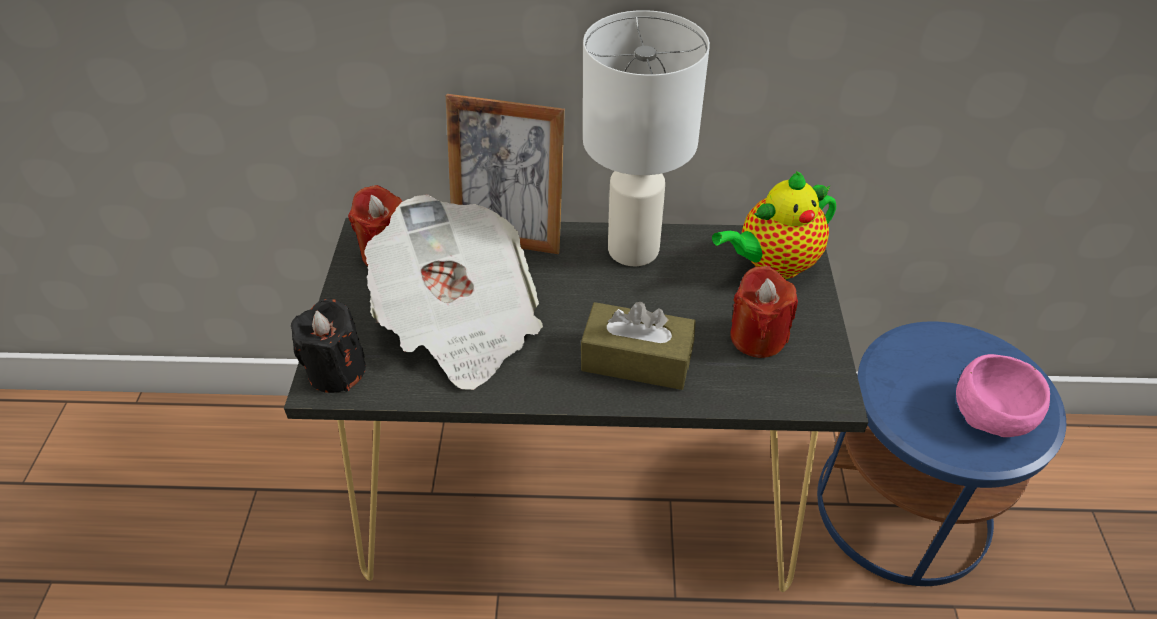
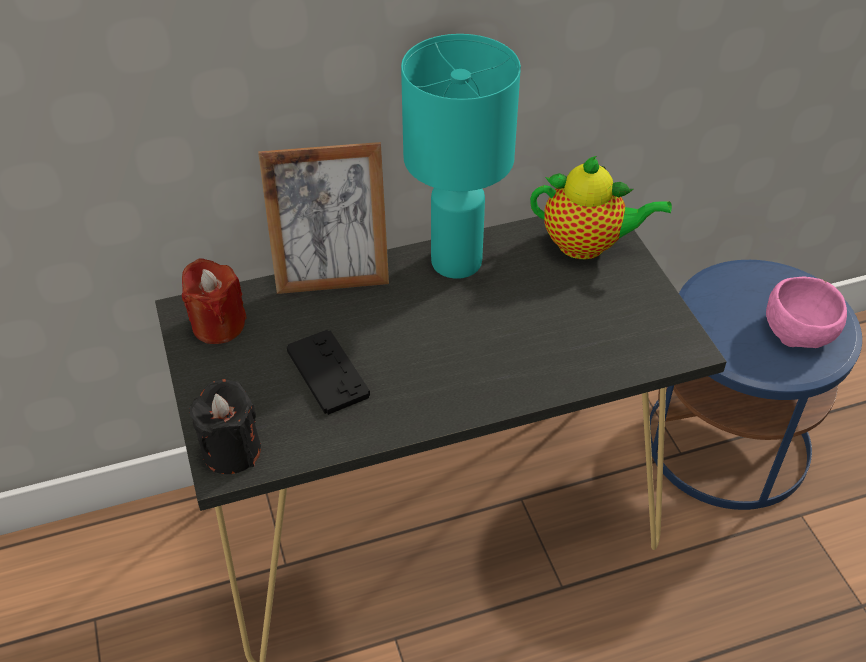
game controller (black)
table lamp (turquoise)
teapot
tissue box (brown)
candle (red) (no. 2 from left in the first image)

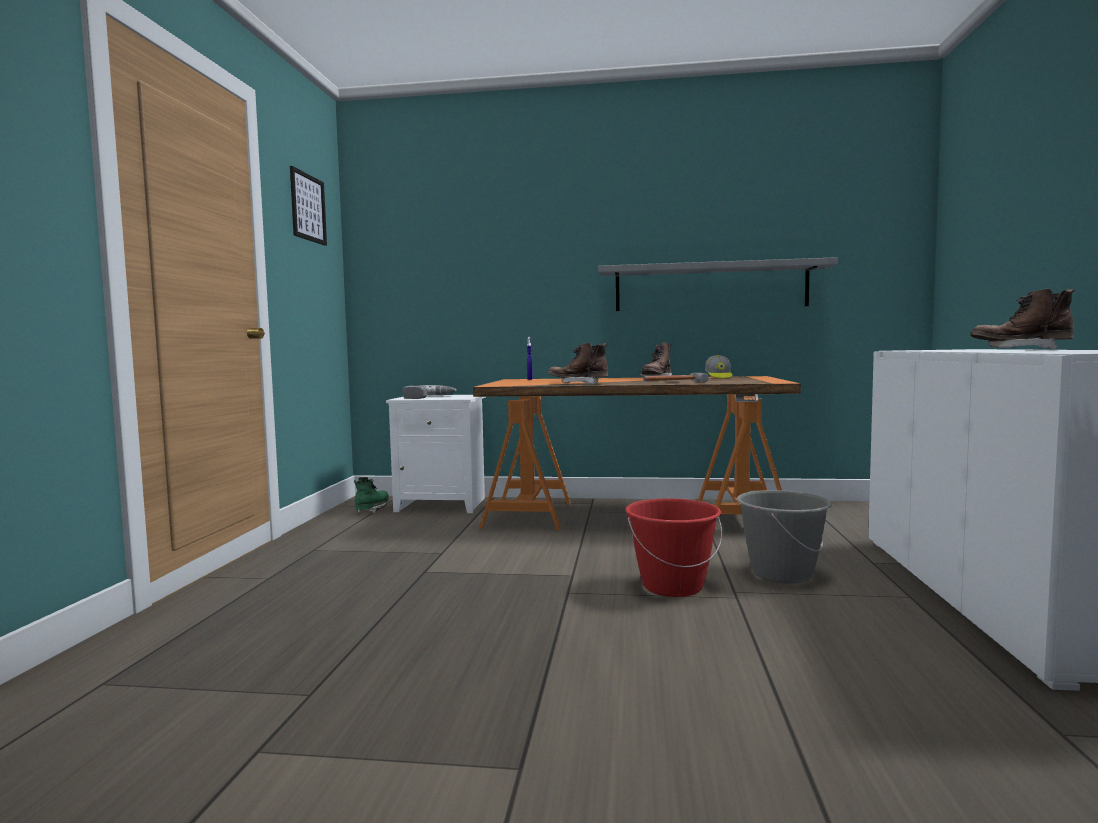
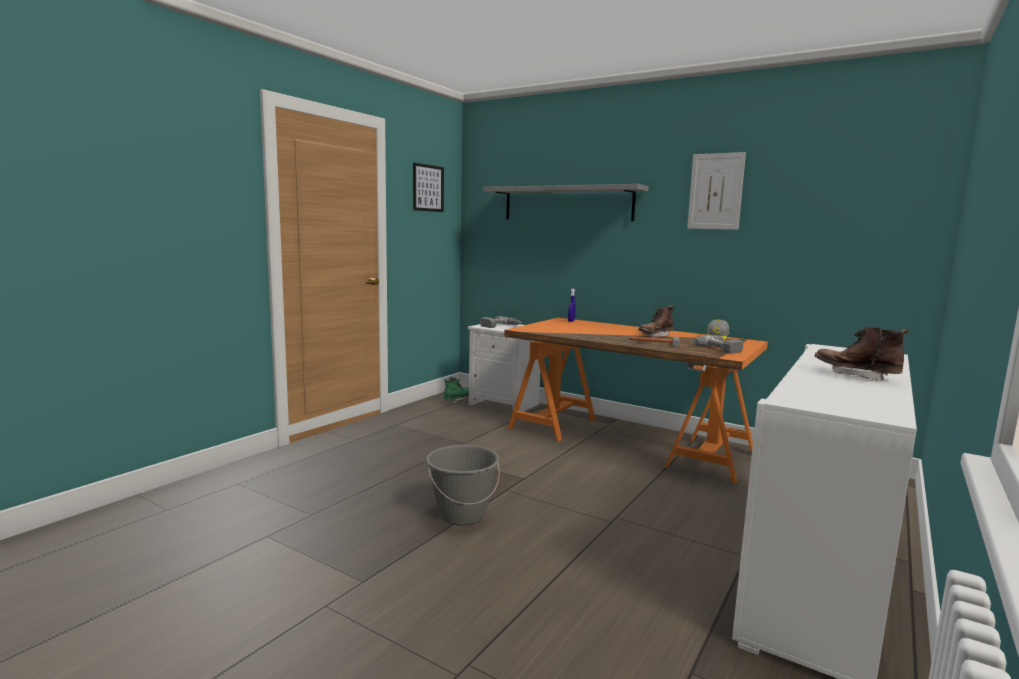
bucket (grey)
shelf (grey)
picture (no. 2 from left)
power drill (no. 2 from left)
boot (brown) (no. 1 from left in the first image)
bucket (red)

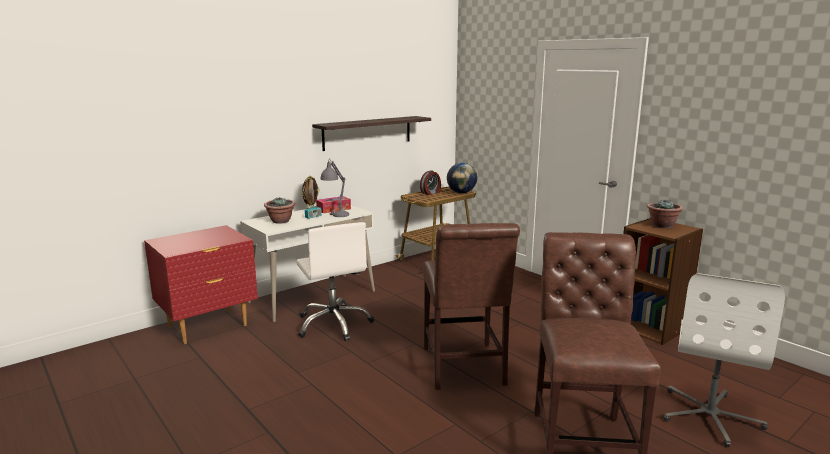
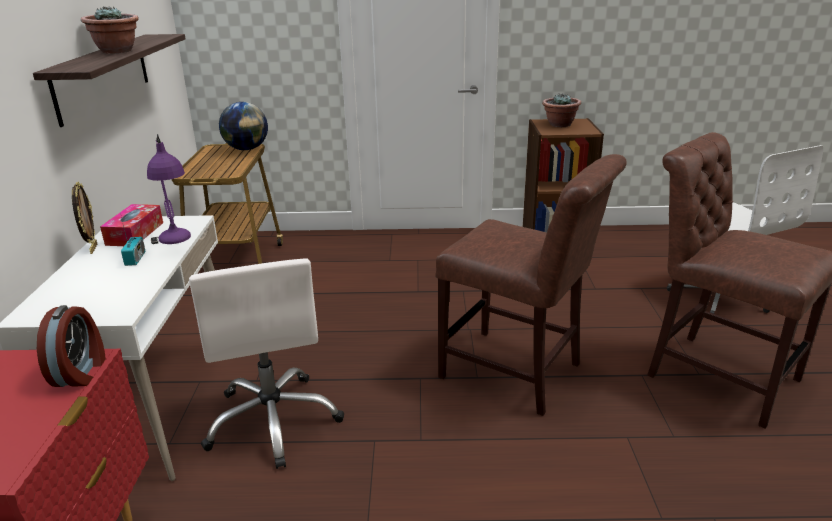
alarm clock
potted plant (no. 1 from left)
table lamp (purple)
office chair (white) (no. 1 from left)

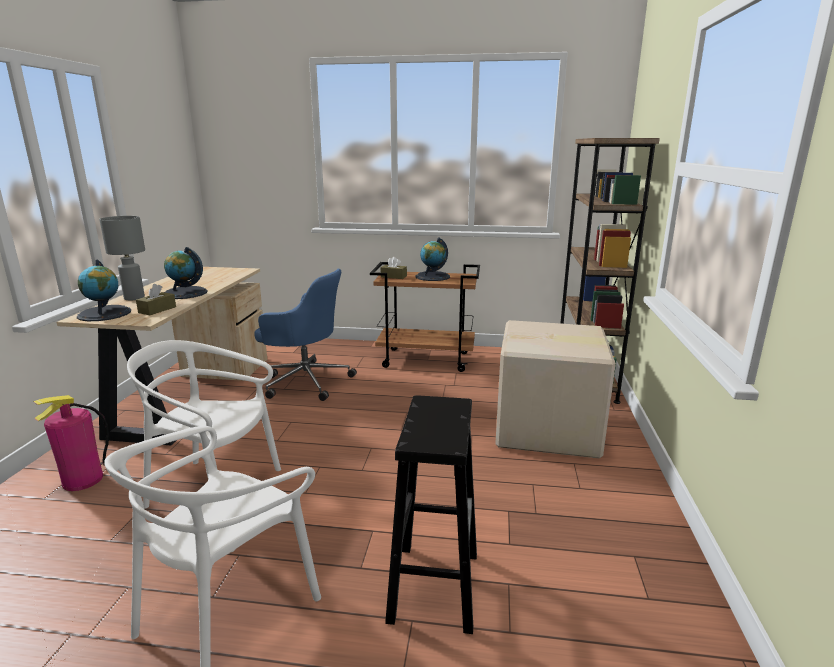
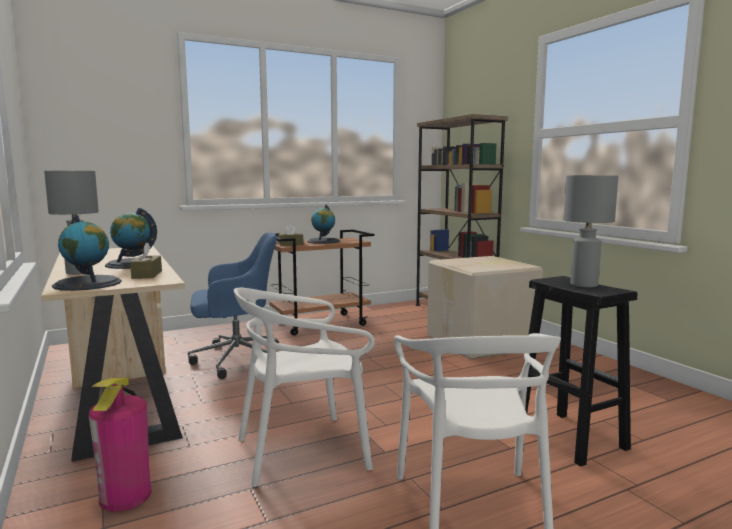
table lamp (grey) (no. 2 from left)

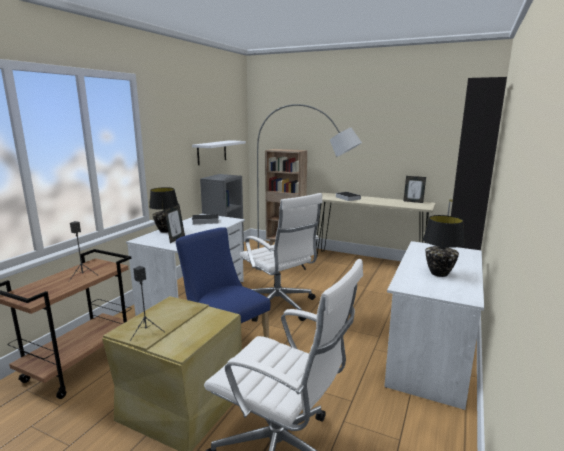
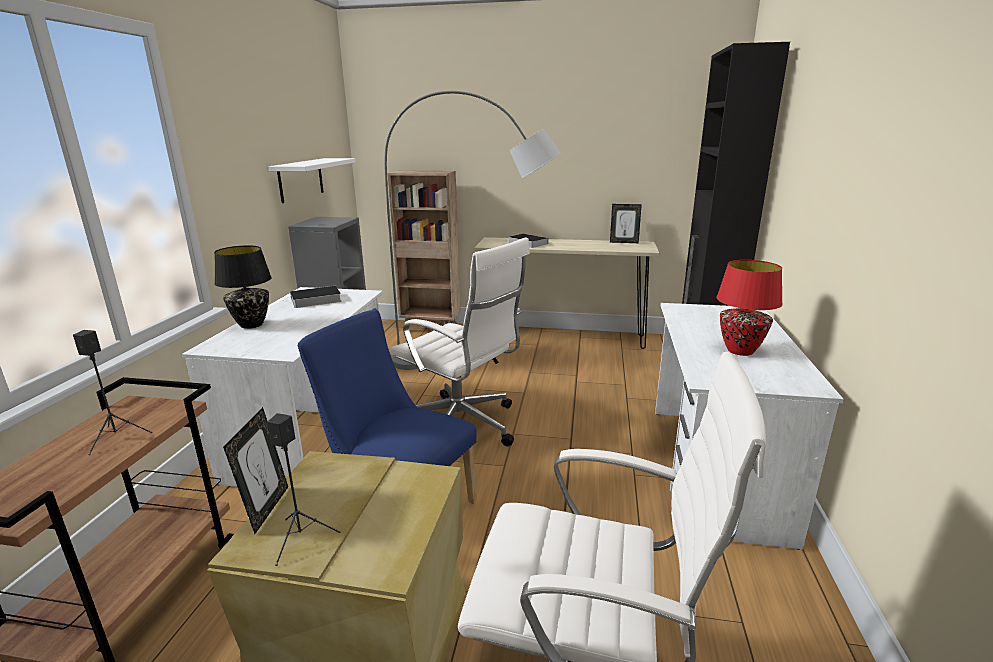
picture frame (no. 1 from left)
table lamp (red)

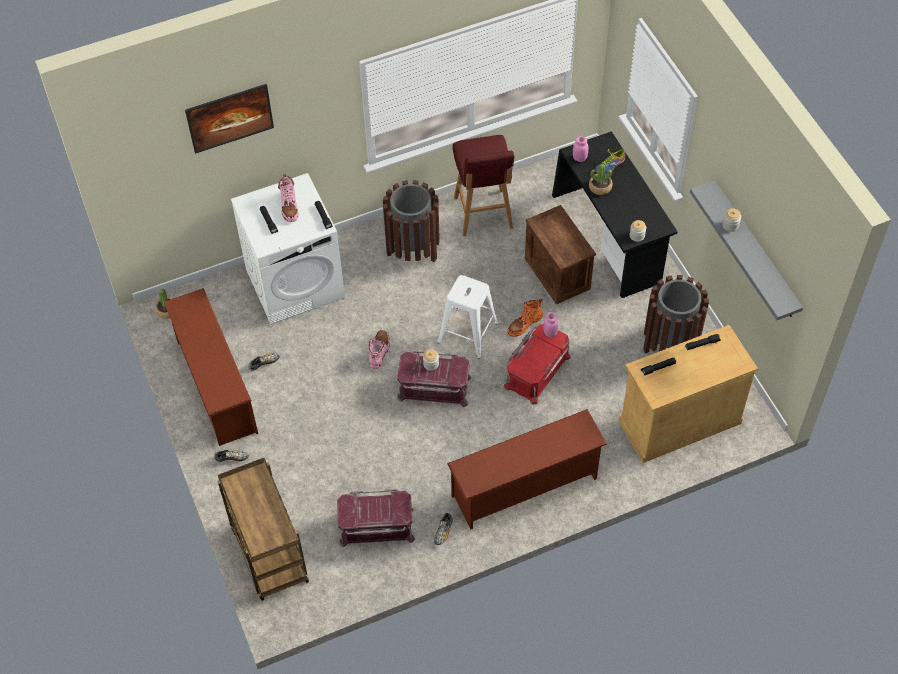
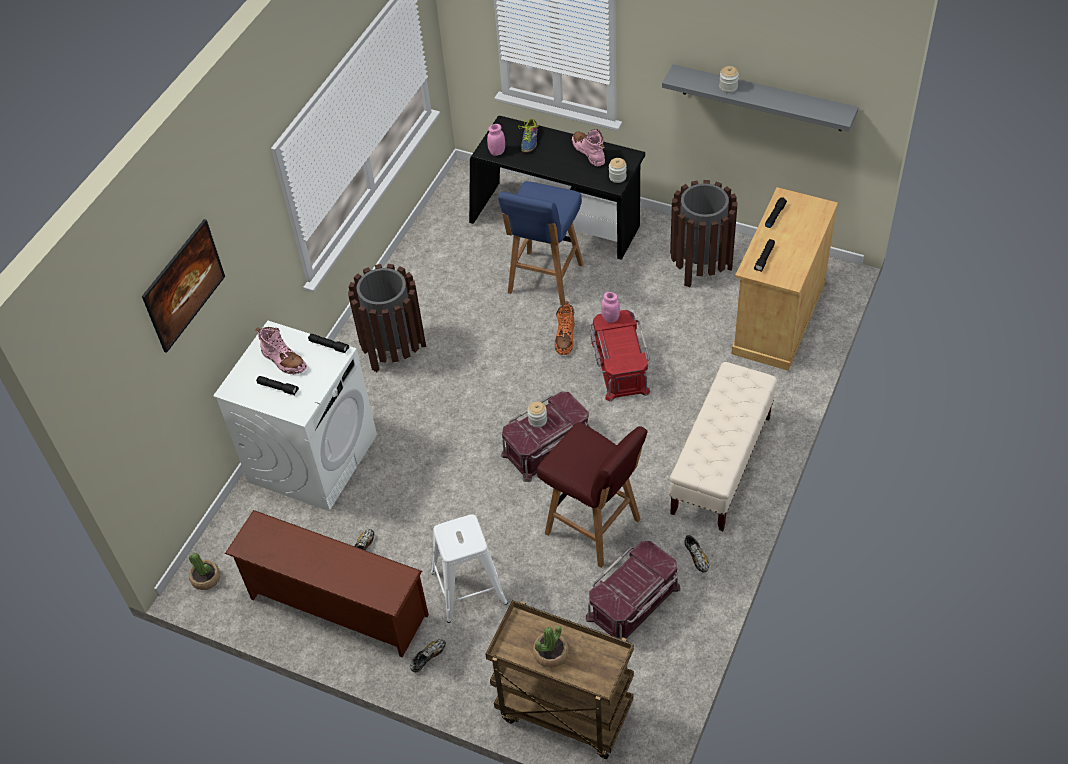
stool (white)
stool (blue)
potted plant (no. 2 from left)
stool (red)
boot (pink) (no. 2 from left)
bench (beige)

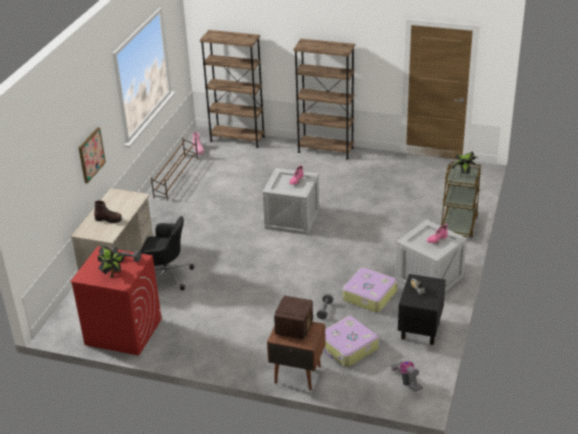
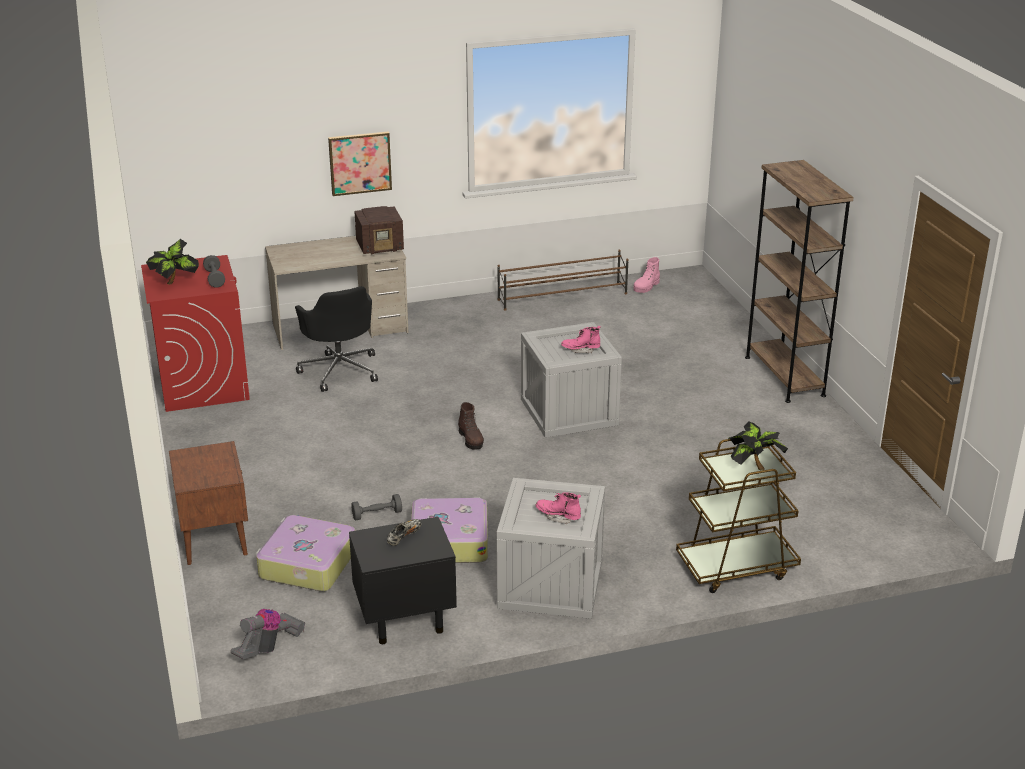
radio
boot (brown)
bookcase (brown) (no. 1 from left in the first image)

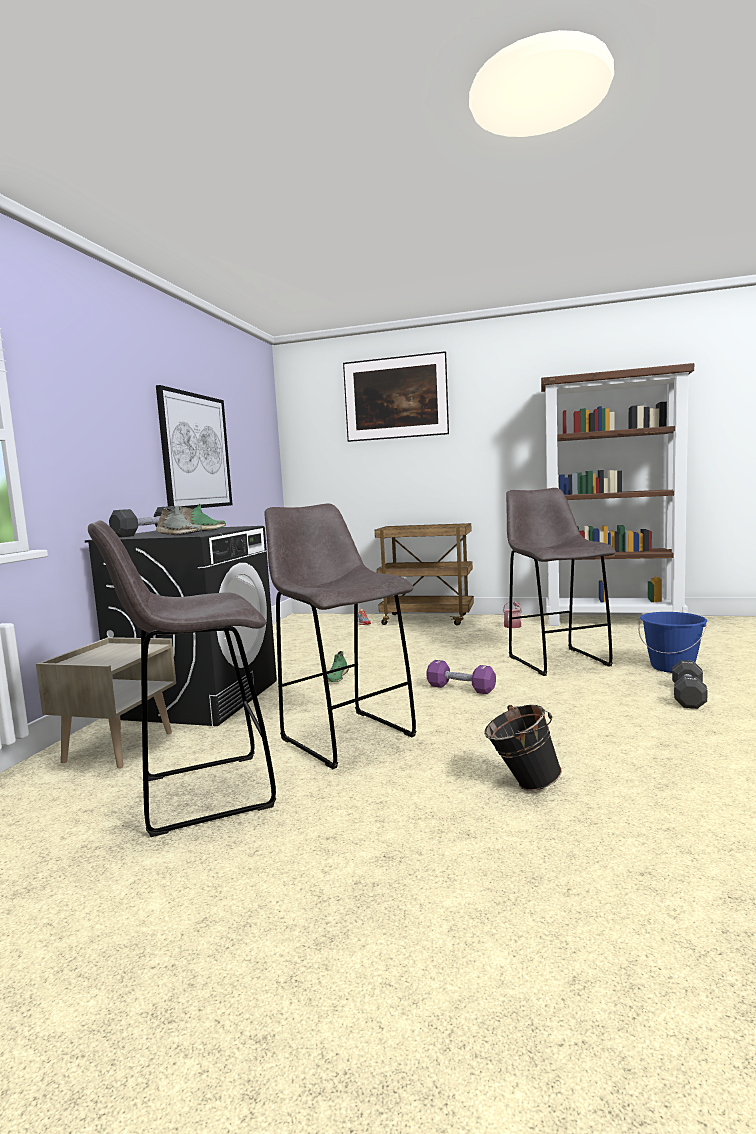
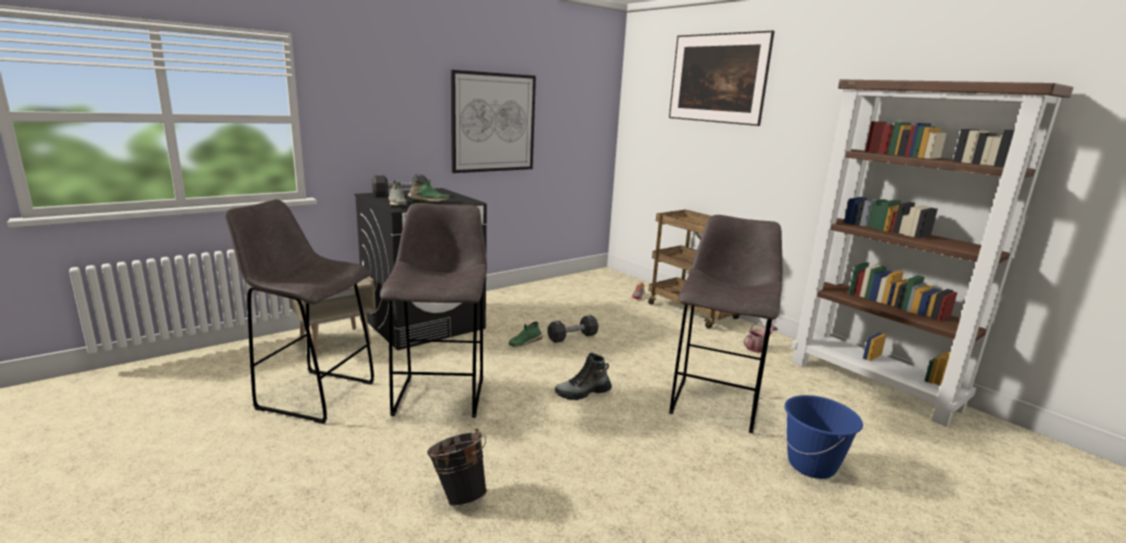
dumbbell (black) (no. 2 from left)
boot

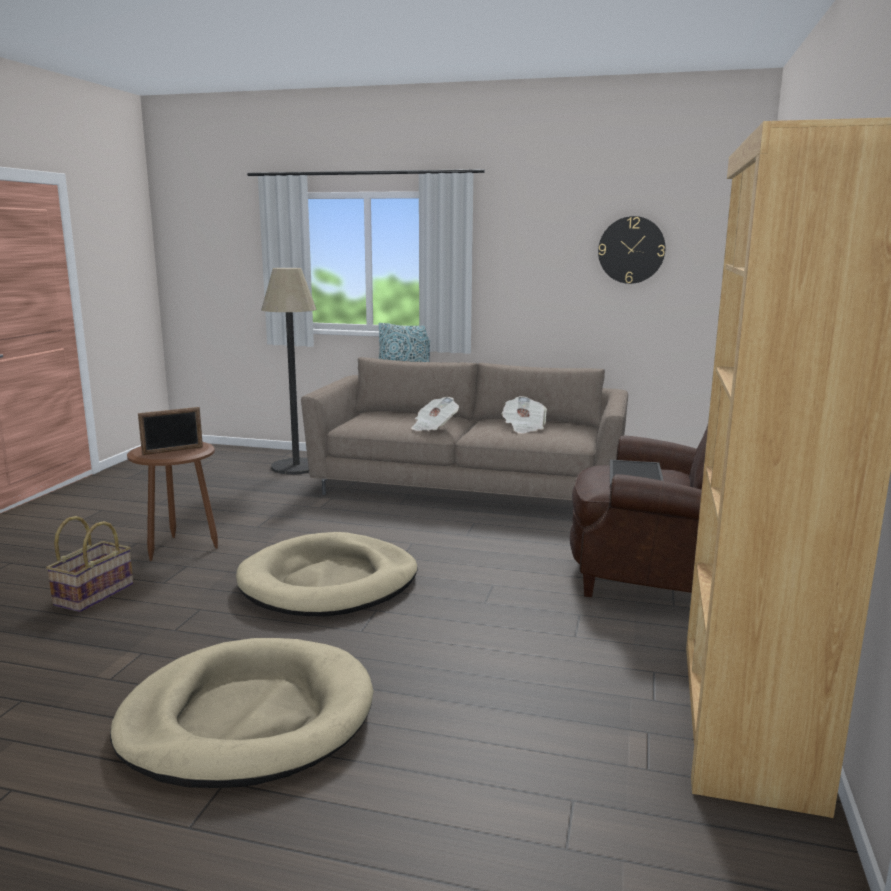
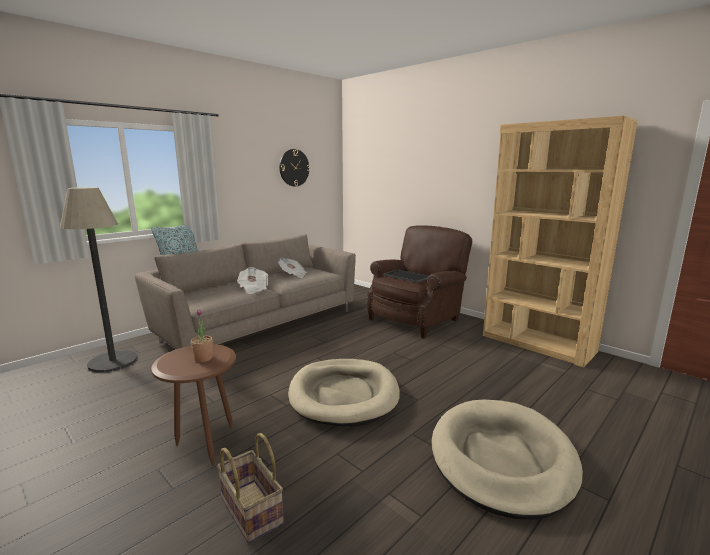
potted plant

